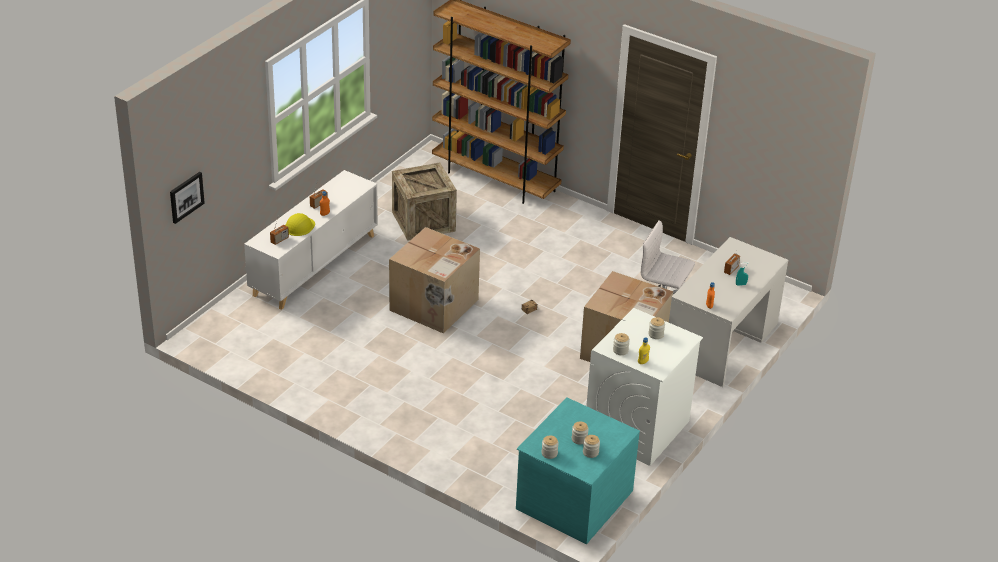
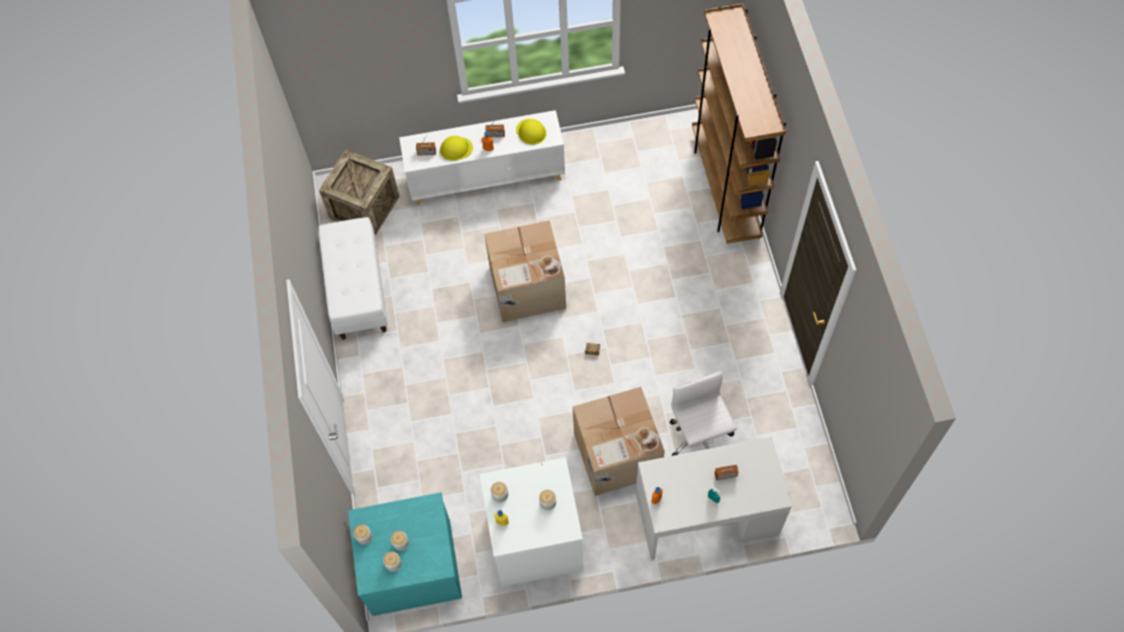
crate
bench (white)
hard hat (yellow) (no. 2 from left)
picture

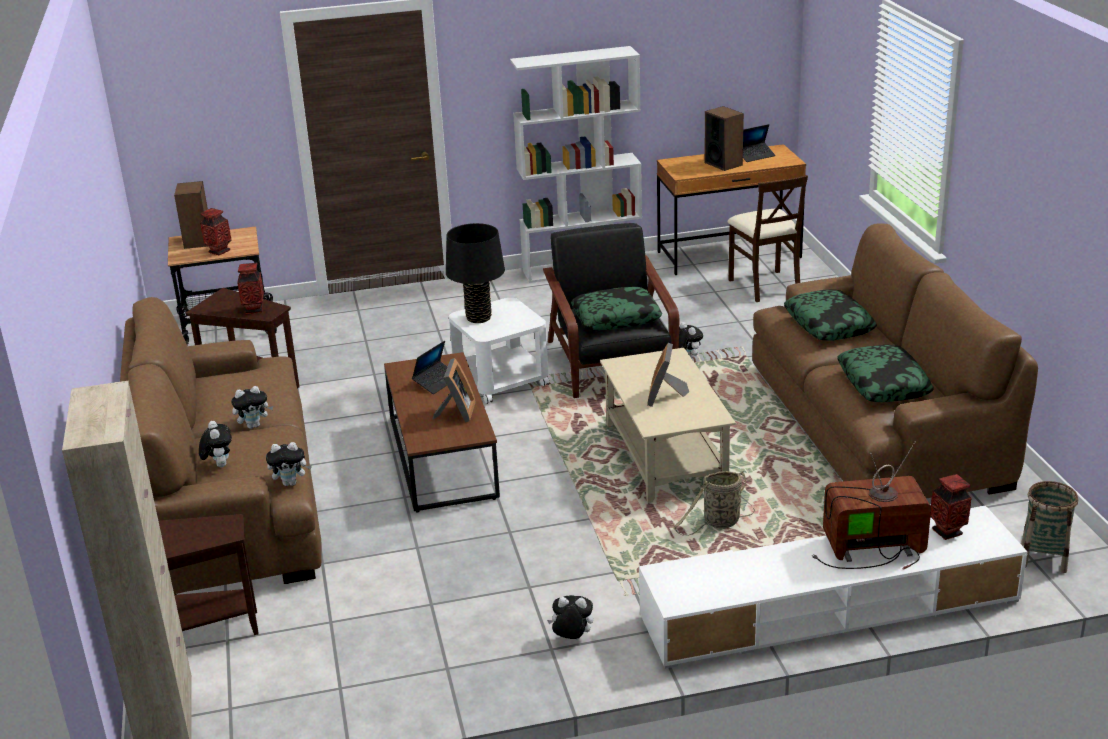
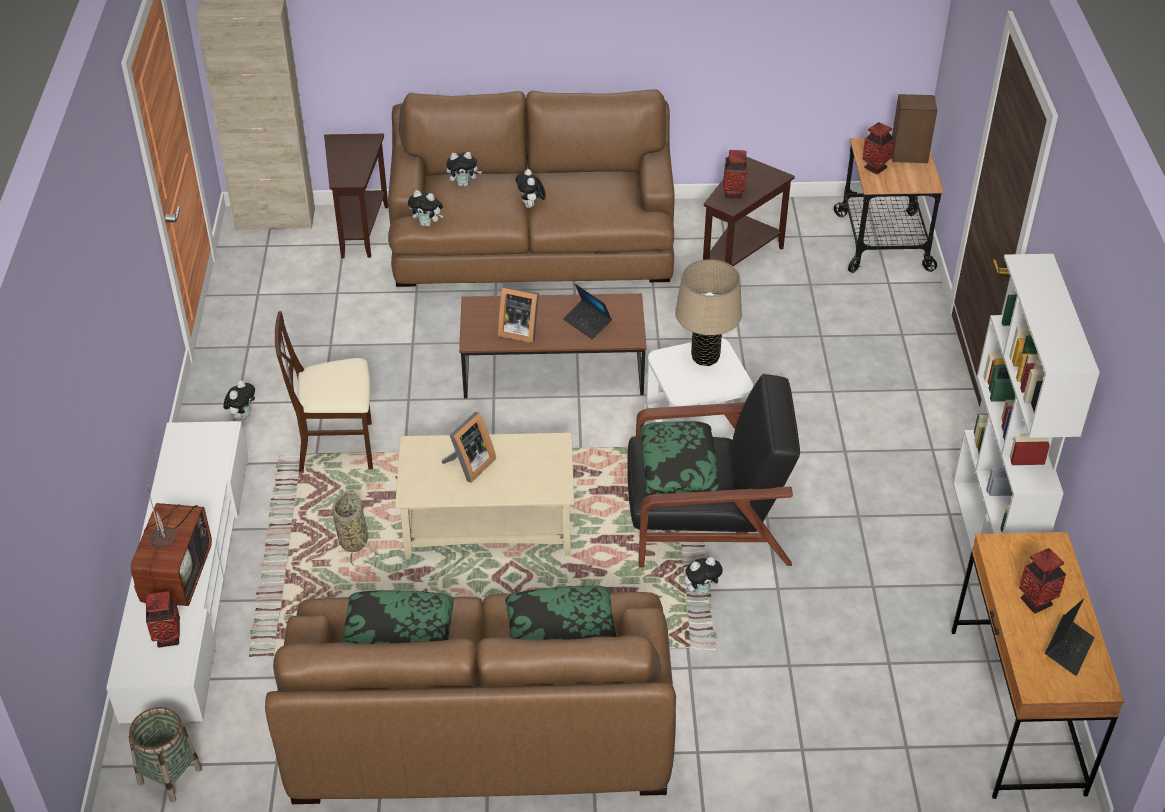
chair (beige)
plush toy (no. 2 from left)
picture frame (no. 1 from left)
table lamp (beige)
vase (no. 4 from left)
laptop (no. 2 from left)

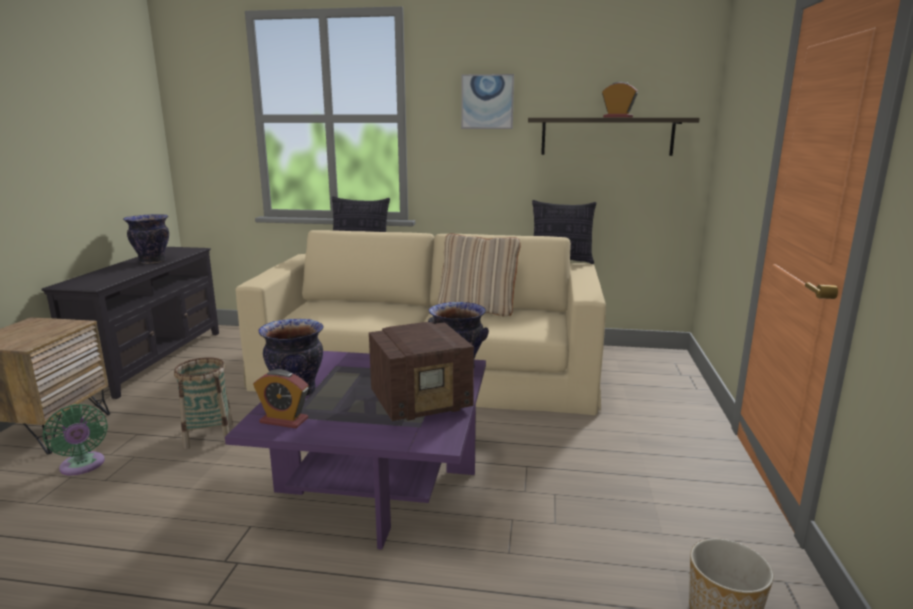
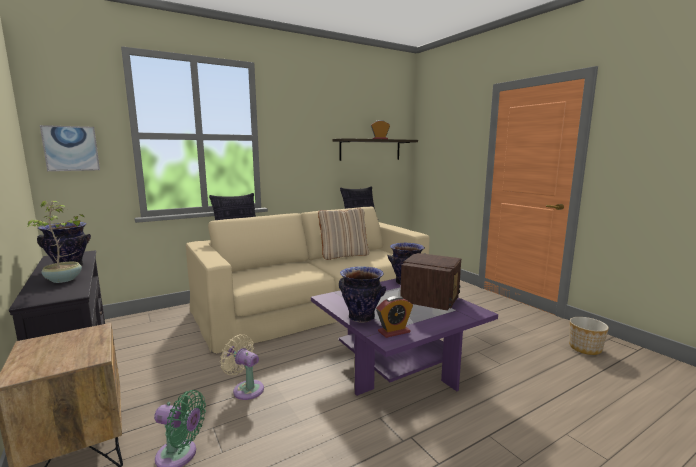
potted plant
picture
fan (beige)

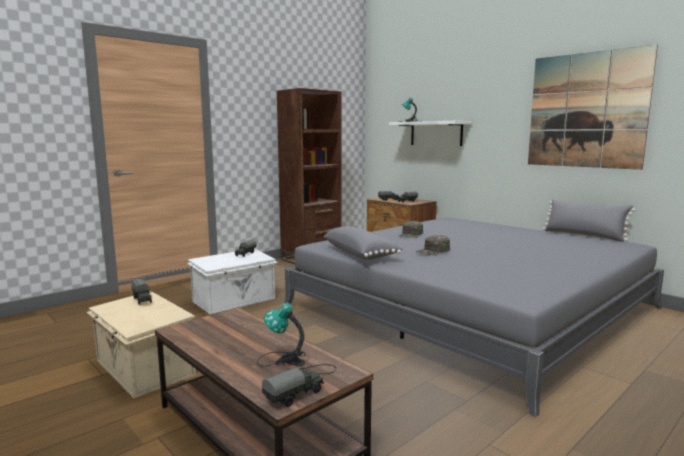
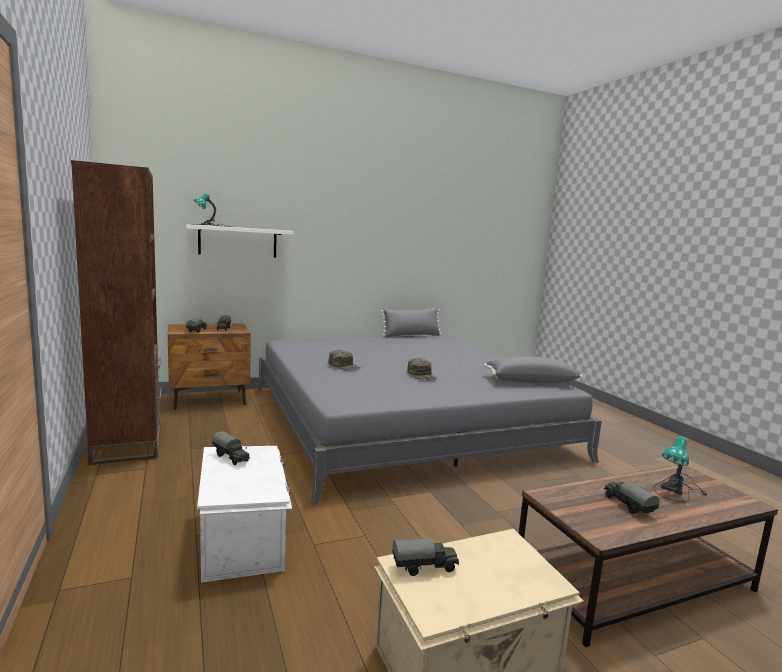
pillow (grey) (no. 2 from left)
toy truck (no. 5 from left)
picture

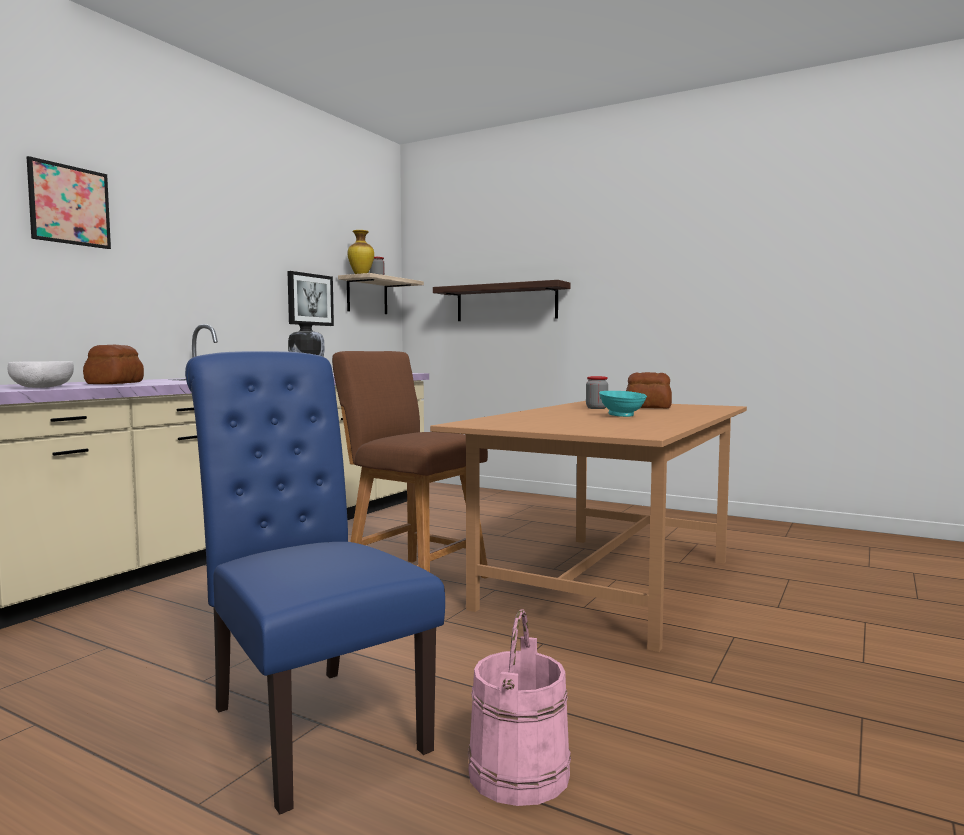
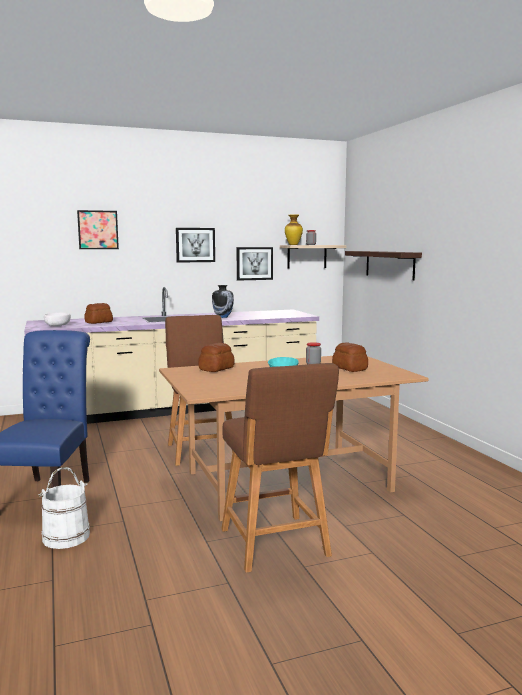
bucket (white)
picture (no. 2 from left)
bread (no. 2 from left)
stool (brown) (no. 2 from left)

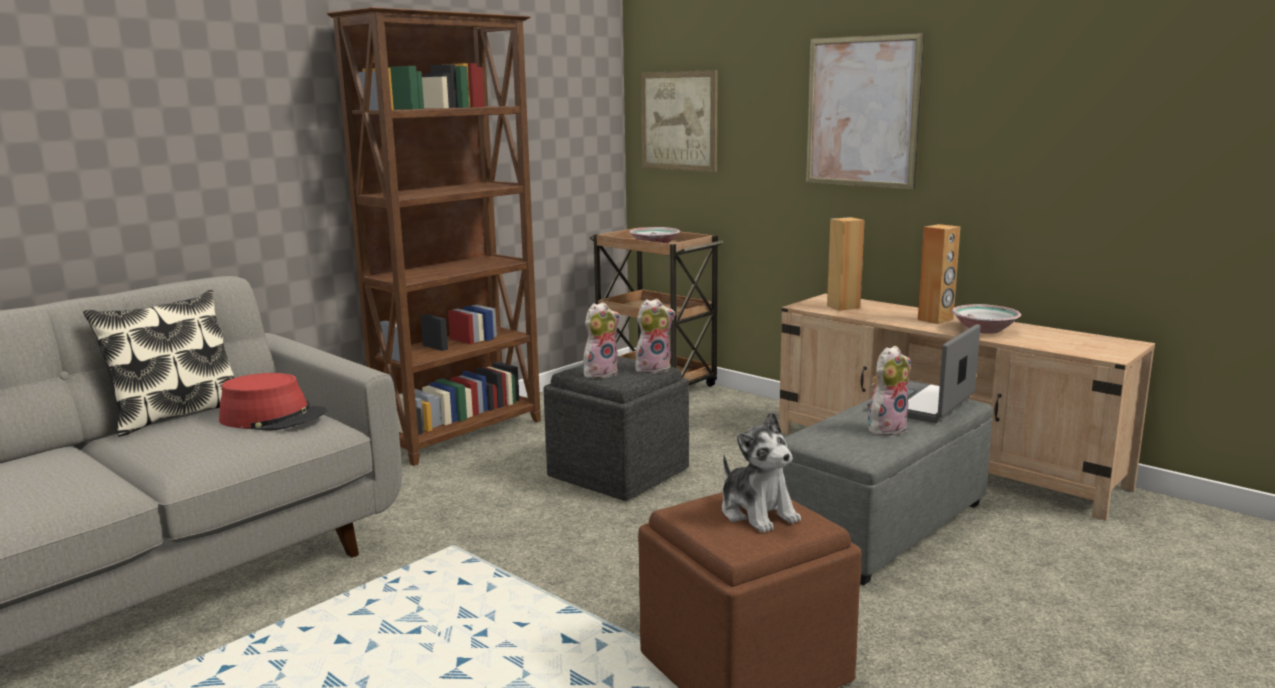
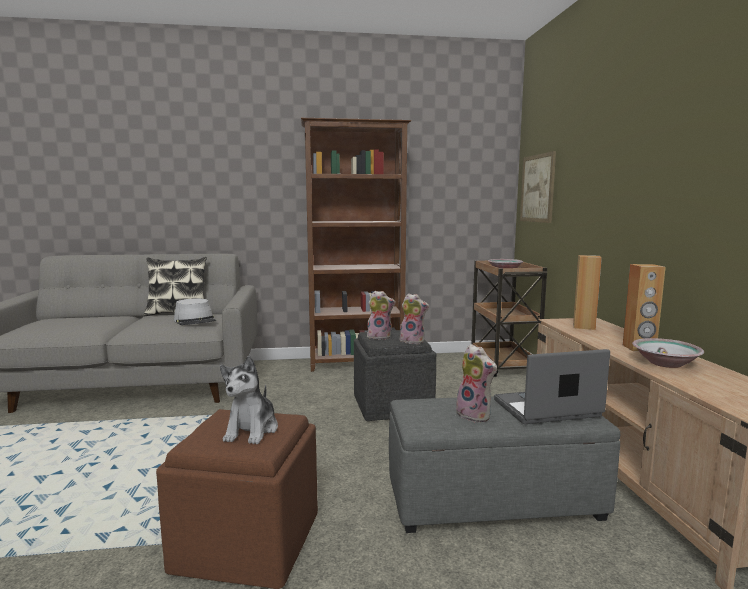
hat (grey)
plush toy (no. 4 from left)
picture (no. 2 from left in the first image)

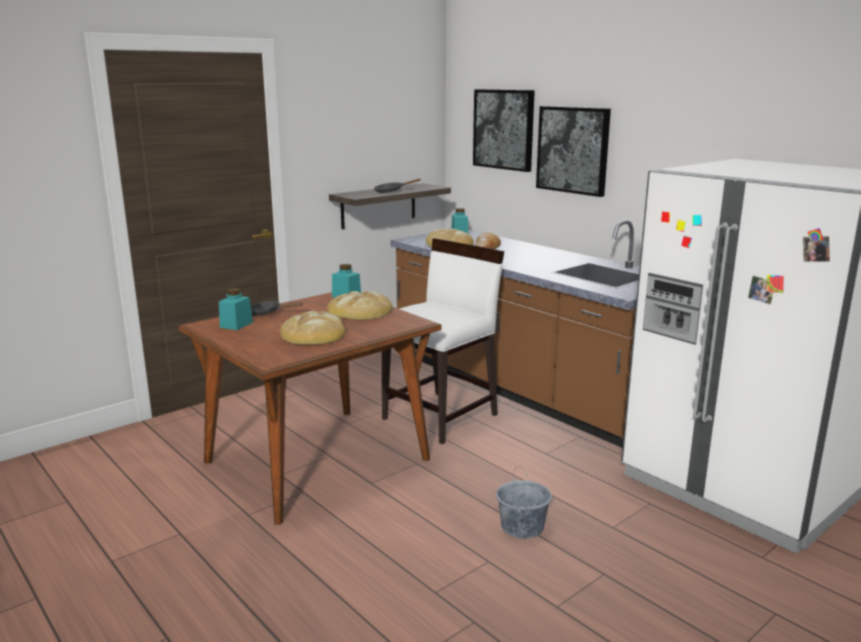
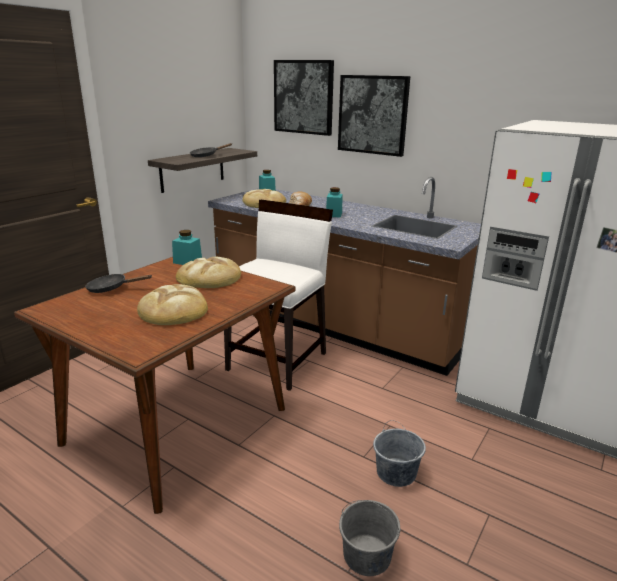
jar (turquoise) (no. 3 from left)
bucket (grey) (no. 1 from left)

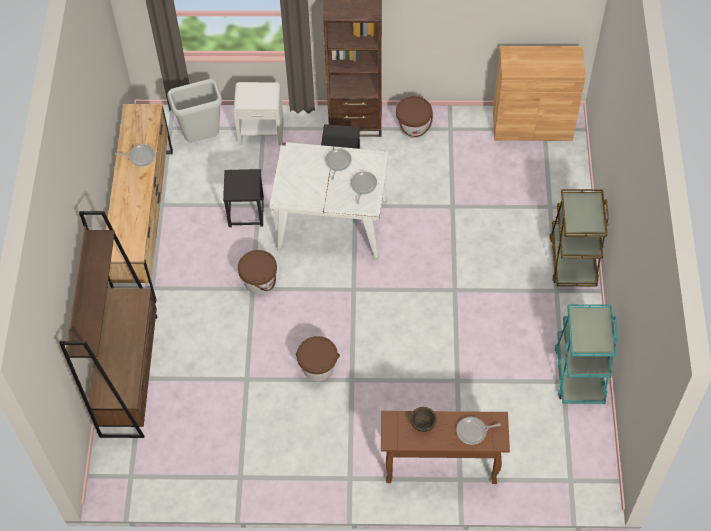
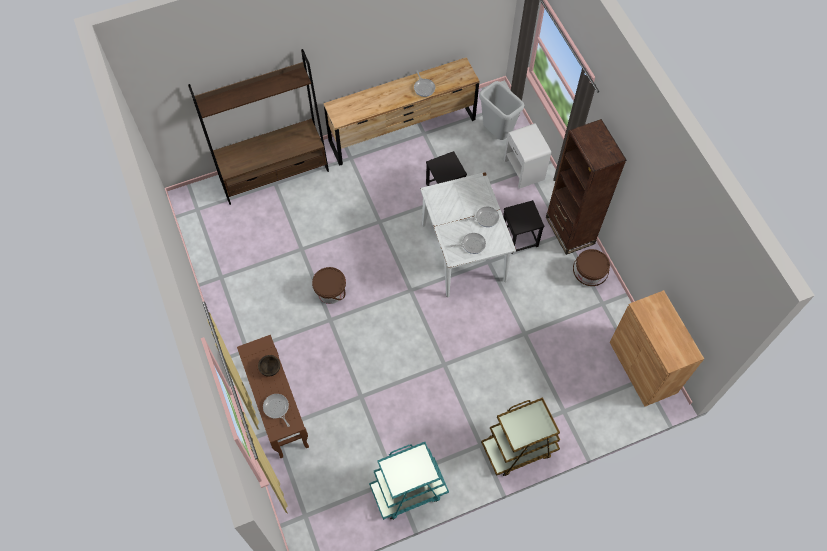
bucket (brown) (no. 1 from left in the first image)

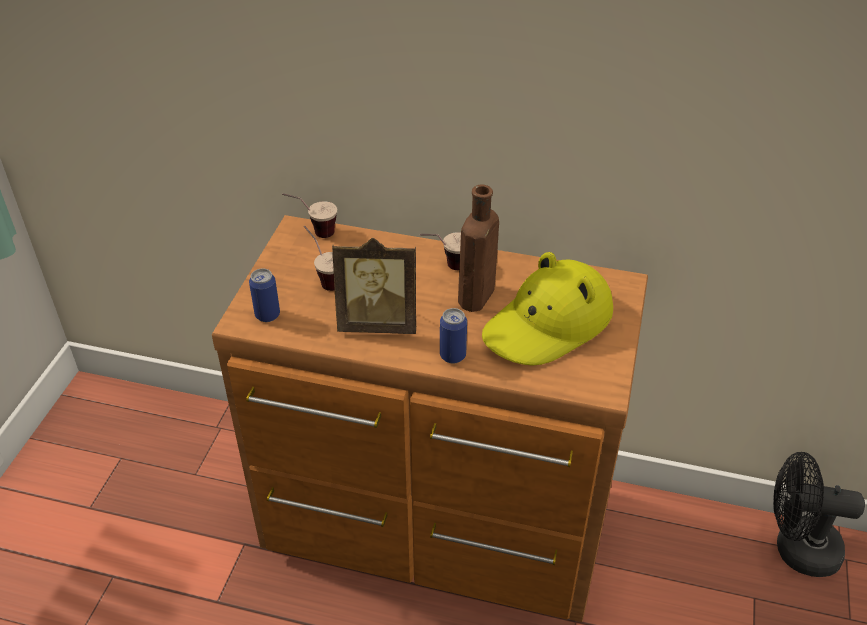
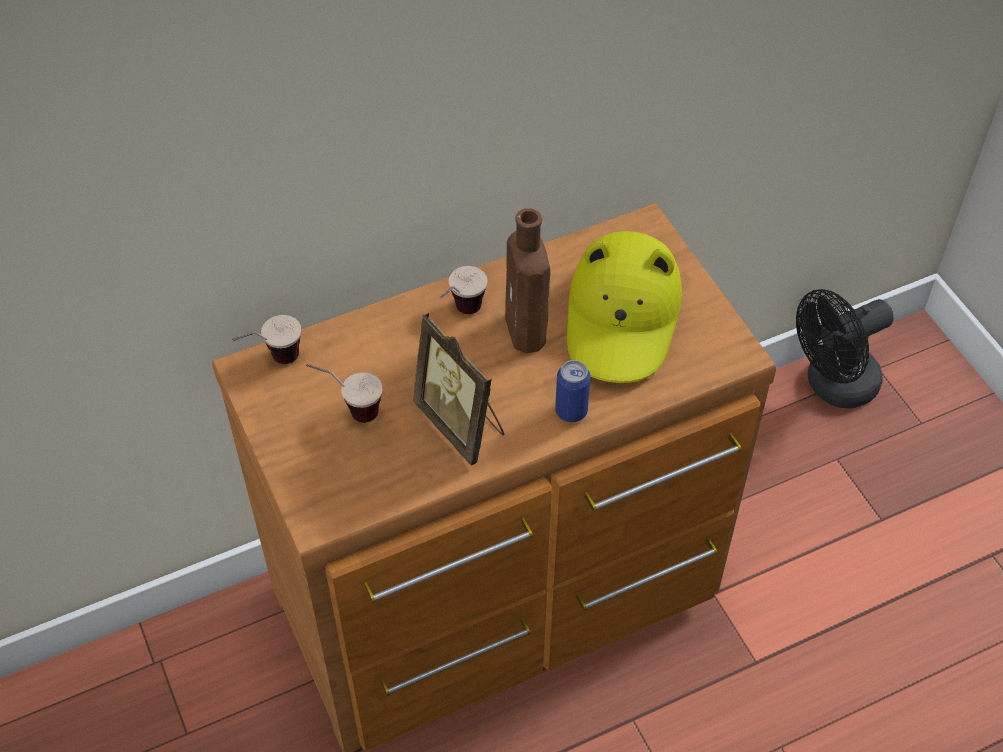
picture frame
can (no. 1 from left in the first image)

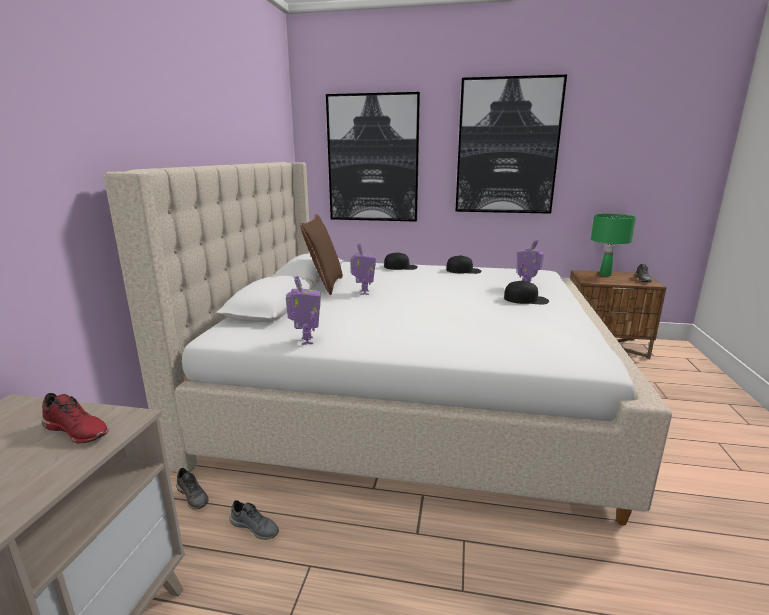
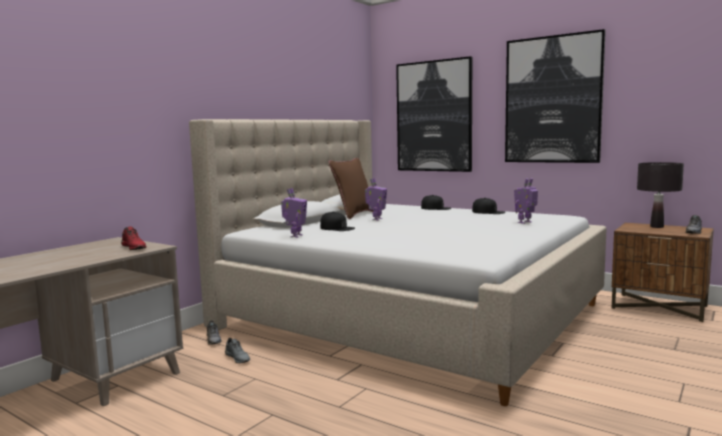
cap (black) (no. 1 from left)
table lamp (black)

